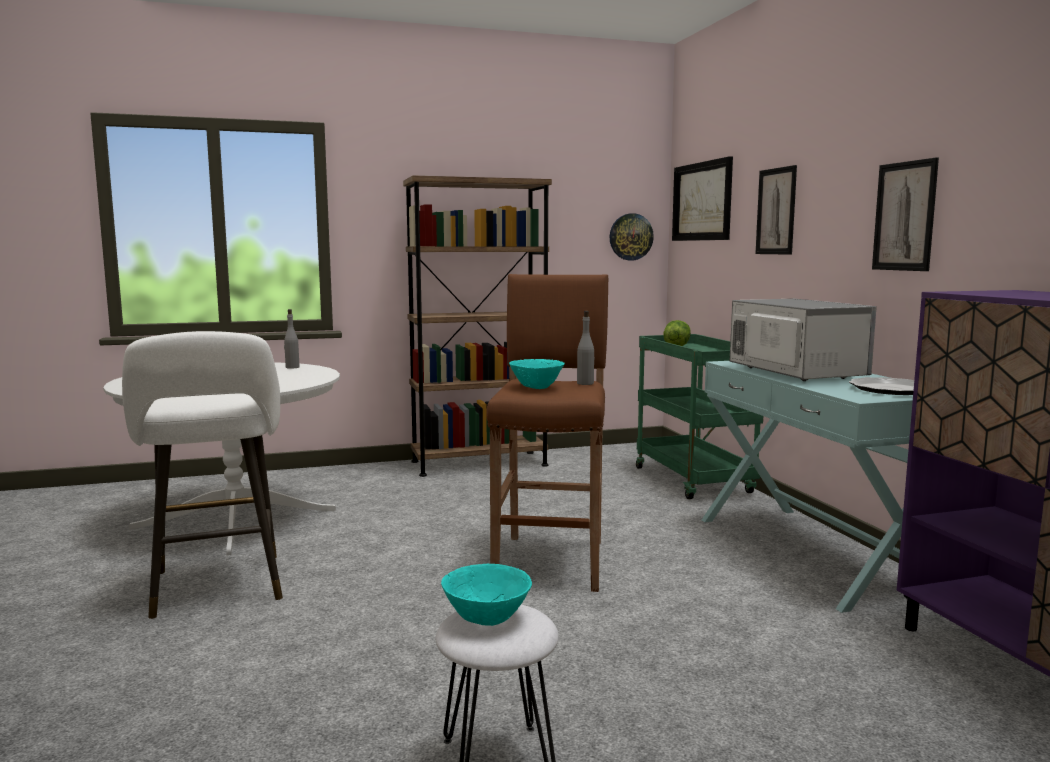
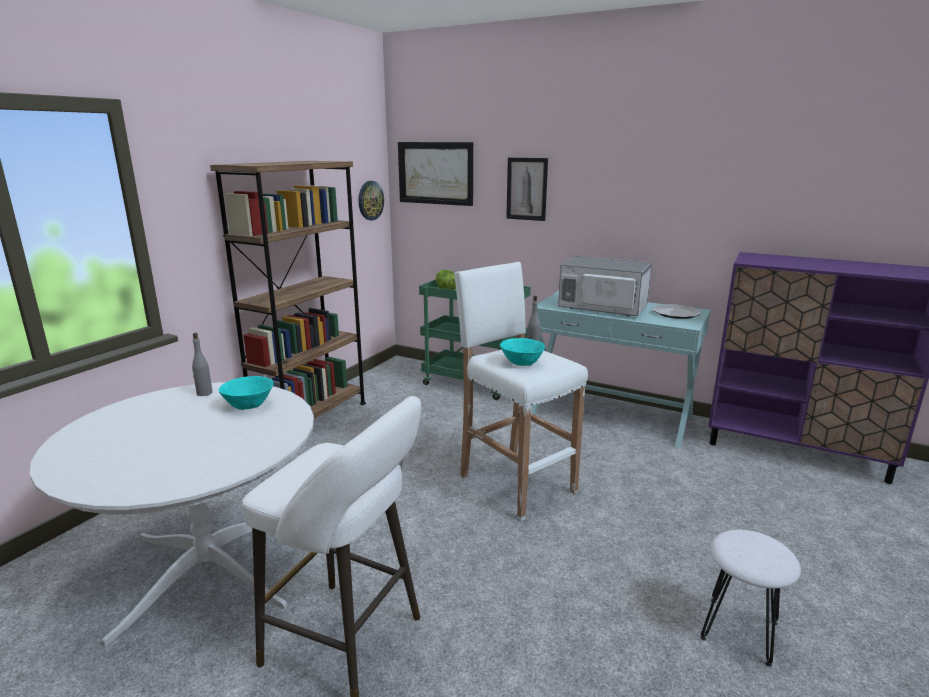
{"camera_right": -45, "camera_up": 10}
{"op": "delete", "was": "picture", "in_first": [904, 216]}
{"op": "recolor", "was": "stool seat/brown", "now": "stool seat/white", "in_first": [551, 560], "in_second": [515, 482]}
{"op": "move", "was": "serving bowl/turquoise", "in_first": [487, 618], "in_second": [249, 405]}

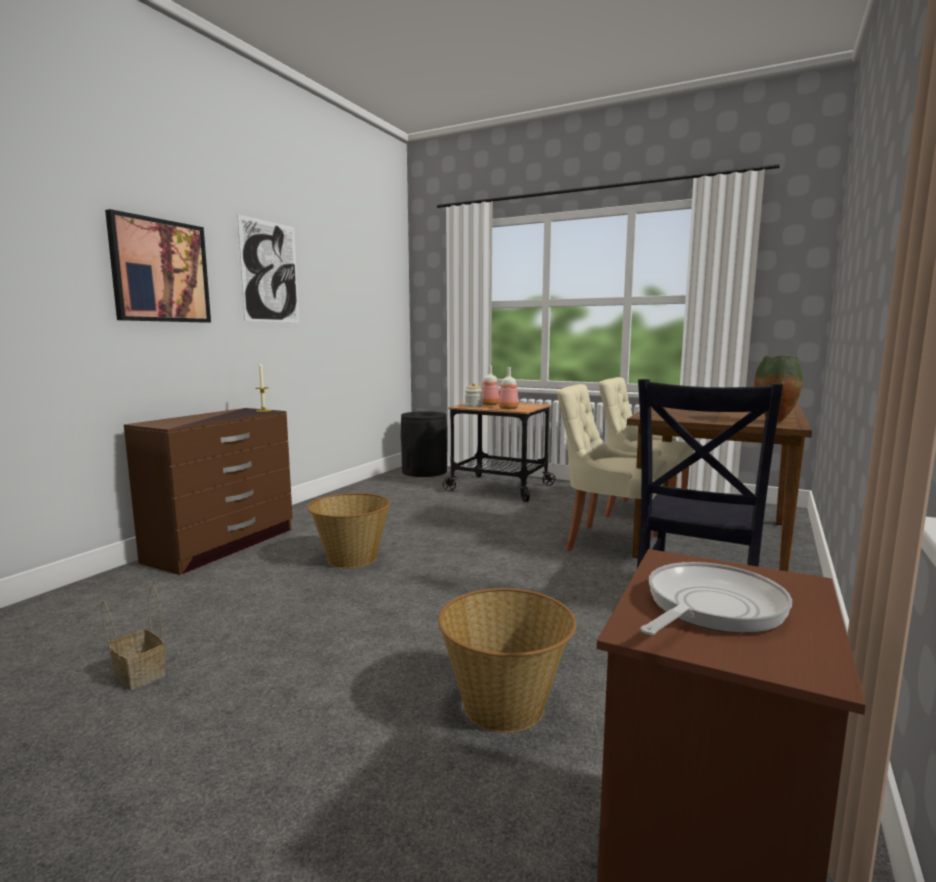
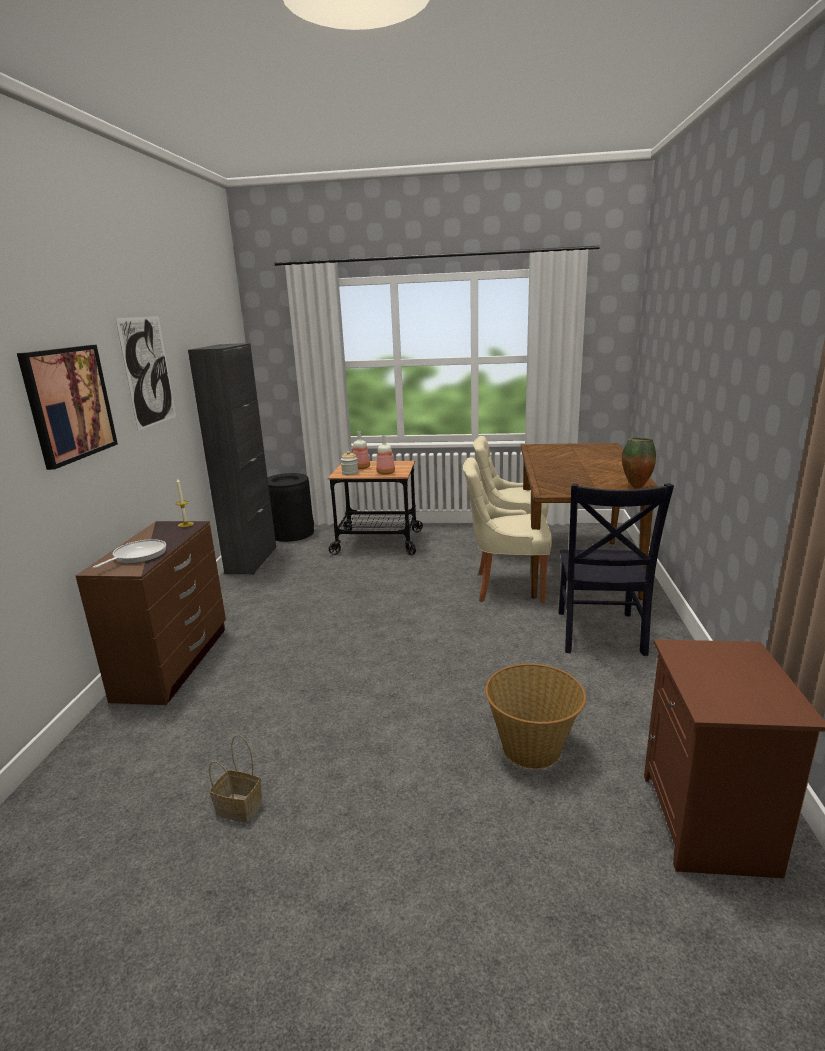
{"camera_right": -20, "camera_up": 10}
{"op": "delete", "was": "storage basket", "in_first": [351, 558]}
{"op": "move", "was": "skillet", "in_first": [710, 607], "in_second": [137, 556]}
{"op": "insert", "now": "cabinet/blackish", "in_second": [251, 560]}

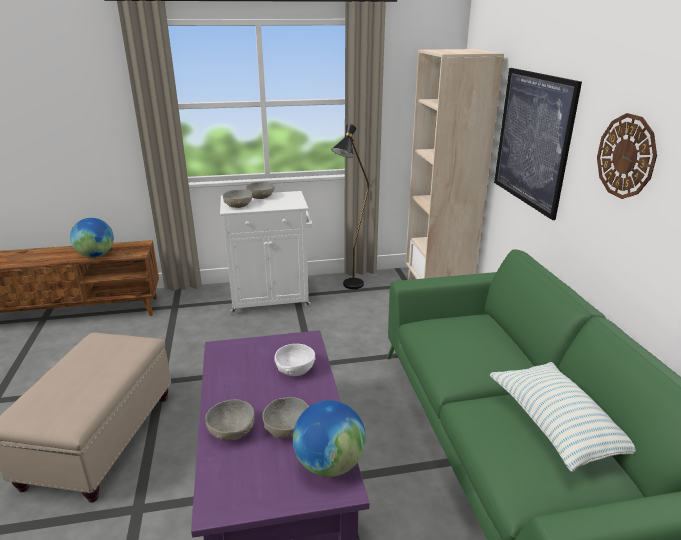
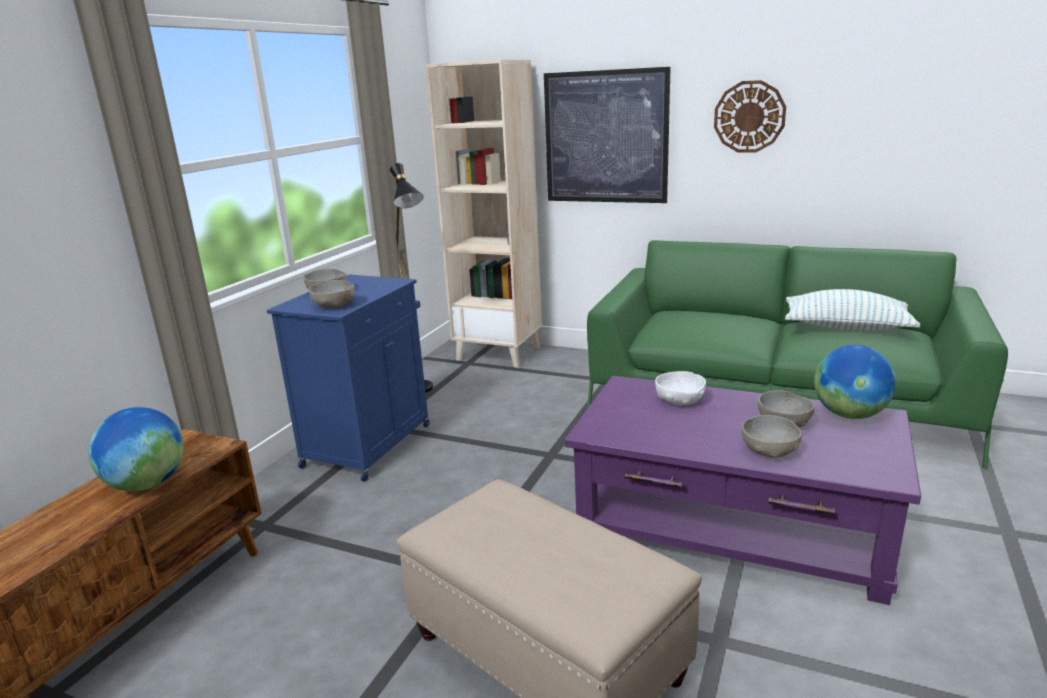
{"camera_right": -55, "camera_up": -5}
{"op": "recolor", "was": "cabinet/white", "now": "cabinet/bluish", "in_first": [271, 299], "in_second": [369, 444]}

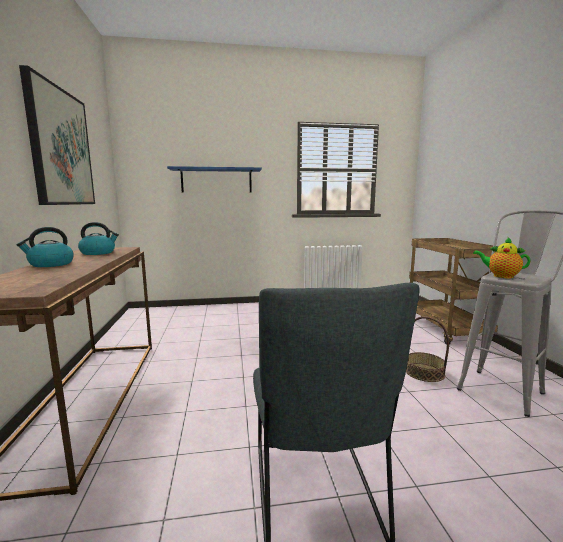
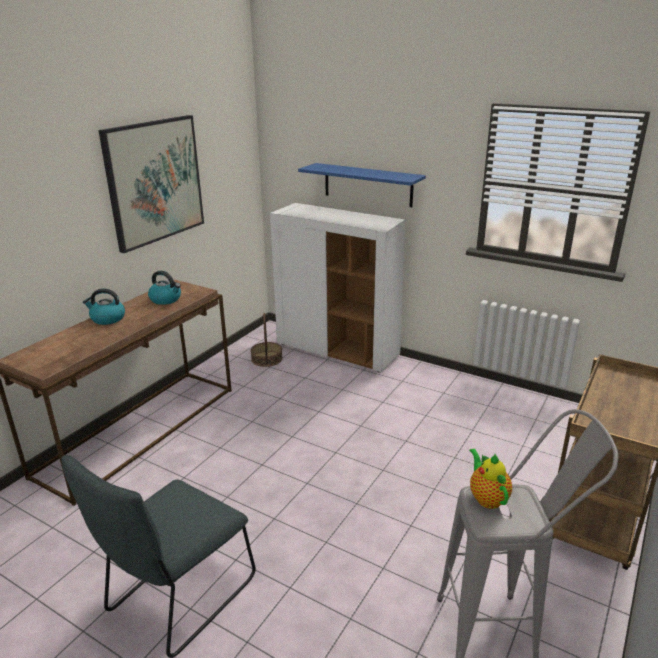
{"camera_right": 40, "camera_up": 15}
{"op": "move", "was": "storage basket", "in_first": [424, 372], "in_second": [267, 359]}
{"op": "insert", "now": "cabinet/white", "in_second": [338, 350]}

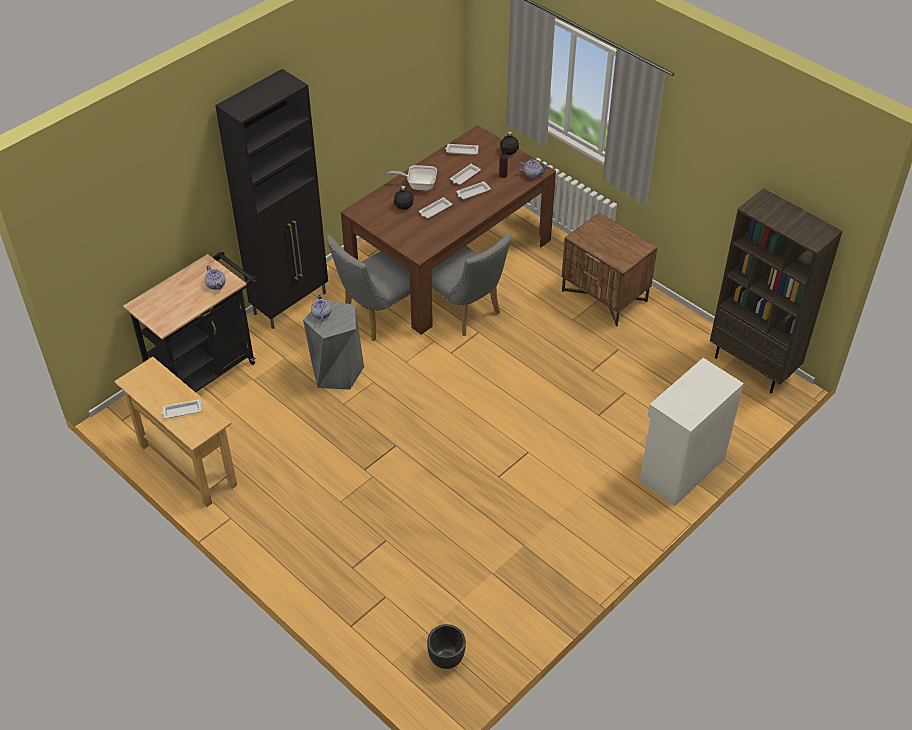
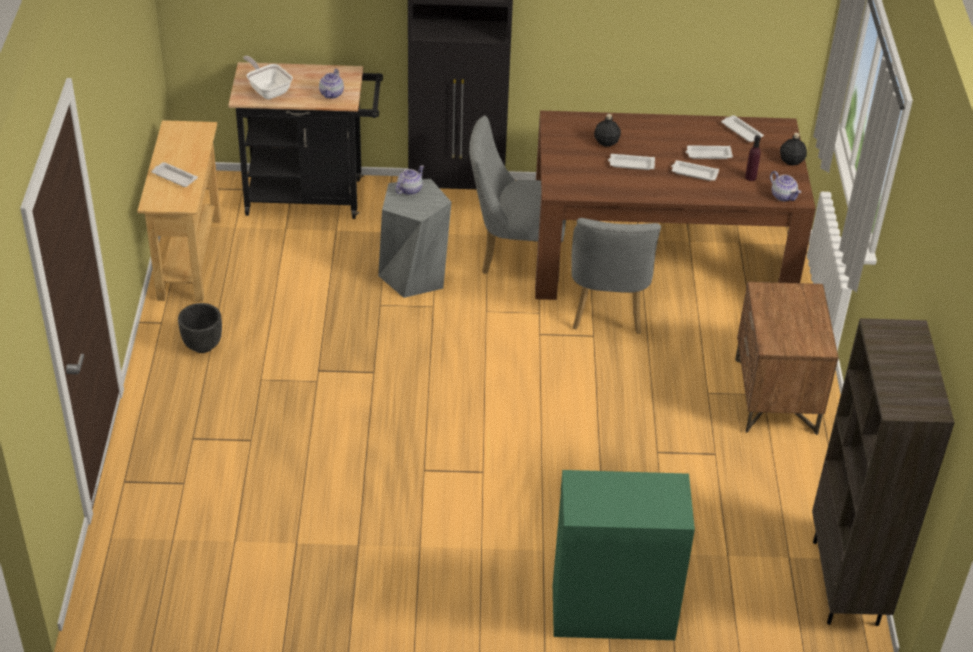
{"camera_right": 45, "camera_up": -5}
{"op": "move", "was": "skillet", "in_first": [418, 185], "in_second": [268, 90]}
{"op": "recolor", "was": "cabinet/white", "now": "cabinet/greenish", "in_first": [680, 469], "in_second": [611, 610]}
{"op": "move", "was": "flower pot/blackish", "in_first": [446, 658], "in_second": [202, 345]}

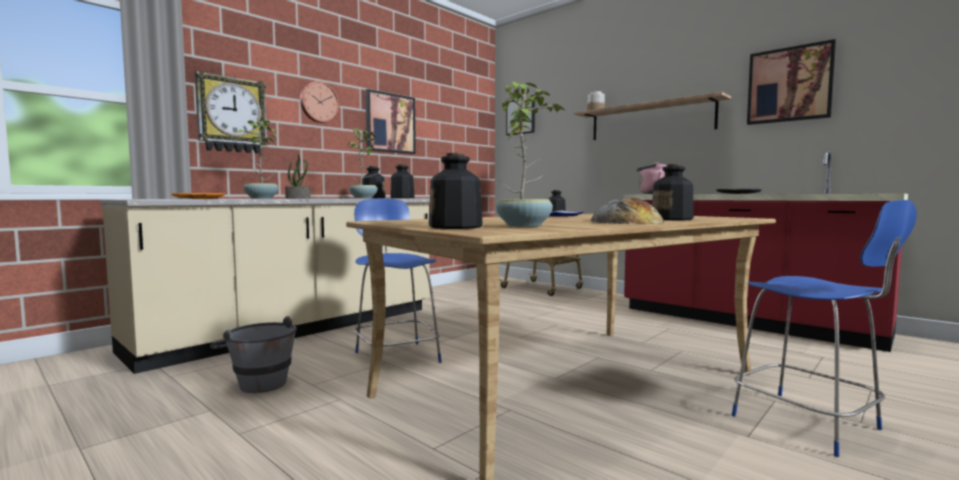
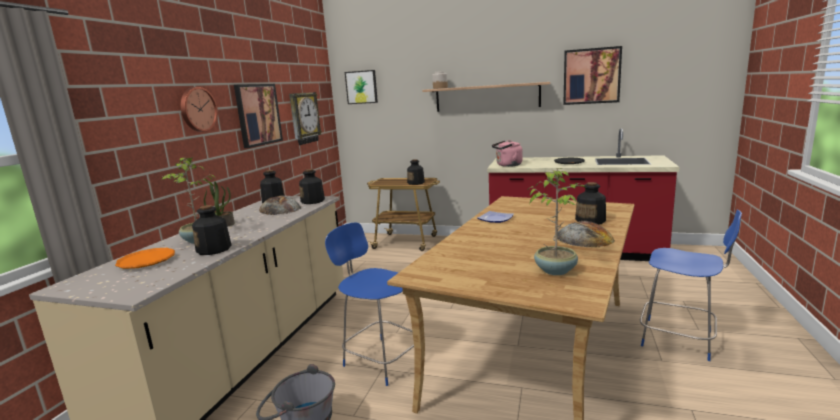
{"camera_right": -25, "camera_up": 10}
{"op": "move", "was": "wall clock", "in_first": [231, 115], "in_second": [304, 118]}
{"op": "replace", "was": "houseplant", "now": "baked bread", "in_first": [364, 198], "in_second": [280, 209]}
{"op": "move", "was": "bottle", "in_first": [456, 227], "in_second": [214, 249]}

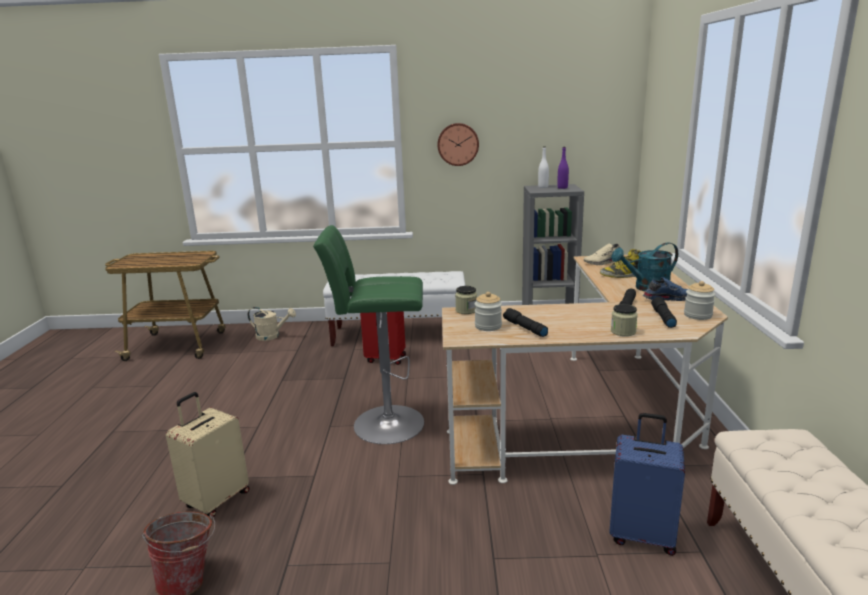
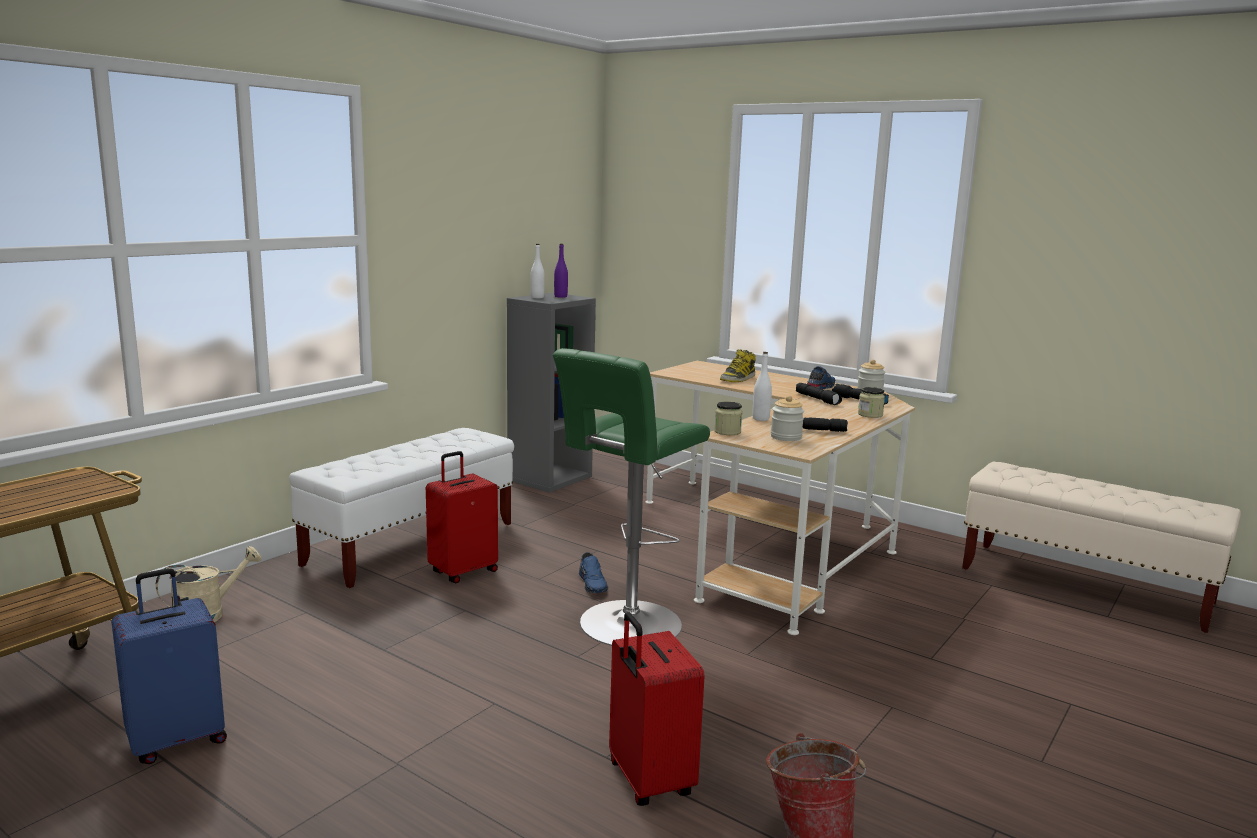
{"camera_right": -55, "camera_up": -5}
{"op": "delete", "was": "wall clock", "in_first": [458, 144]}
{"op": "delete", "was": "sprinkling can/turquoise", "in_first": [646, 288]}
{"op": "delete", "was": "shoe/beige", "in_first": [603, 262]}
{"op": "recolor", "was": "suitcase/beige", "now": "suitcase/red", "in_first": [216, 500], "in_second": [648, 781]}
{"op": "move", "was": "suitcase/bluish", "in_first": [642, 535], "in_second": [177, 740]}
{"op": "insert", "now": "bottle/white", "in_second": [760, 419]}
{"op": "insert", "now": "shoe/bluish", "in_second": [593, 584]}

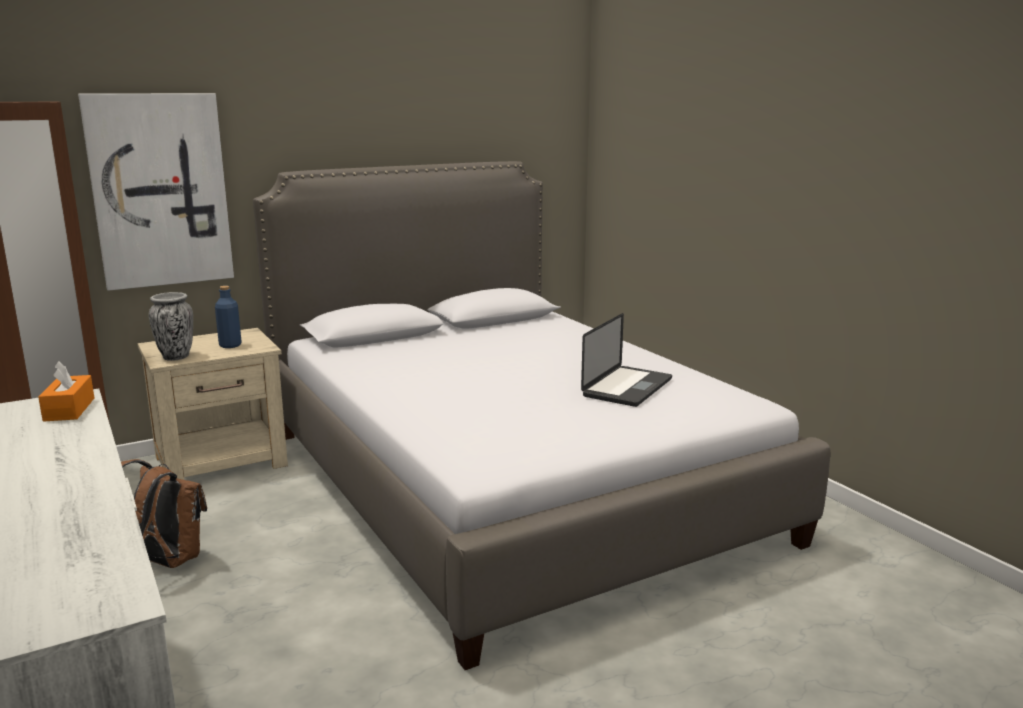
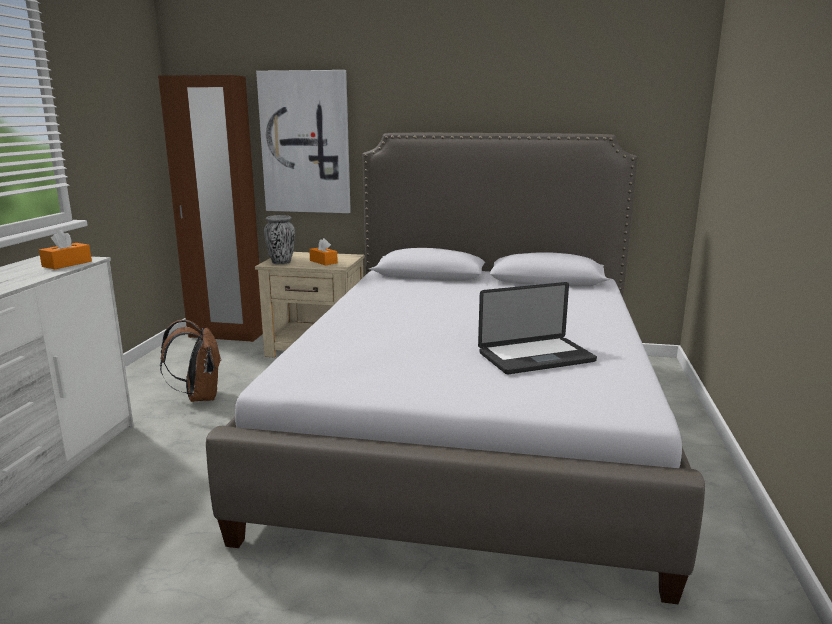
{"camera_right": 40, "camera_up": 0}
{"op": "replace", "was": "bottle/bluish", "now": "box of tissues/orange", "in_first": [230, 345], "in_second": [323, 262]}

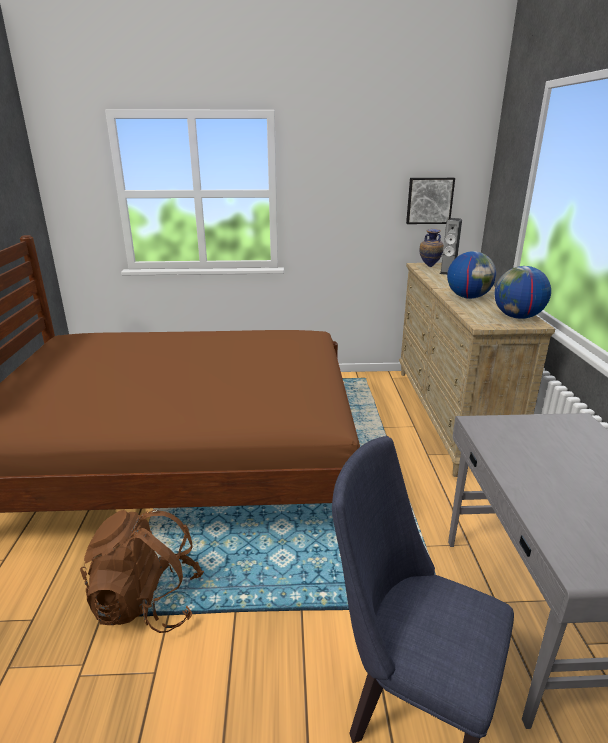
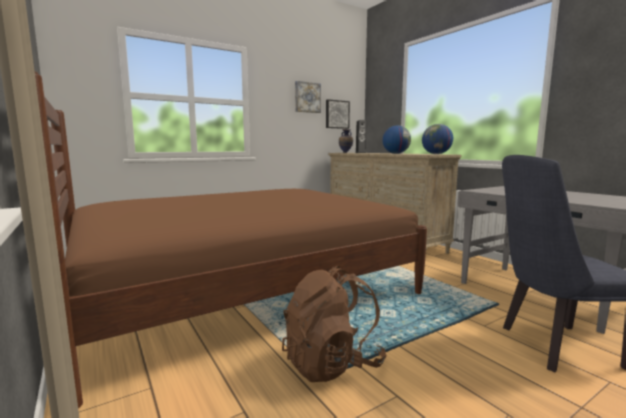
{"camera_right": -30, "camera_up": -15}
{"op": "insert", "now": "picture", "in_second": [307, 97]}

